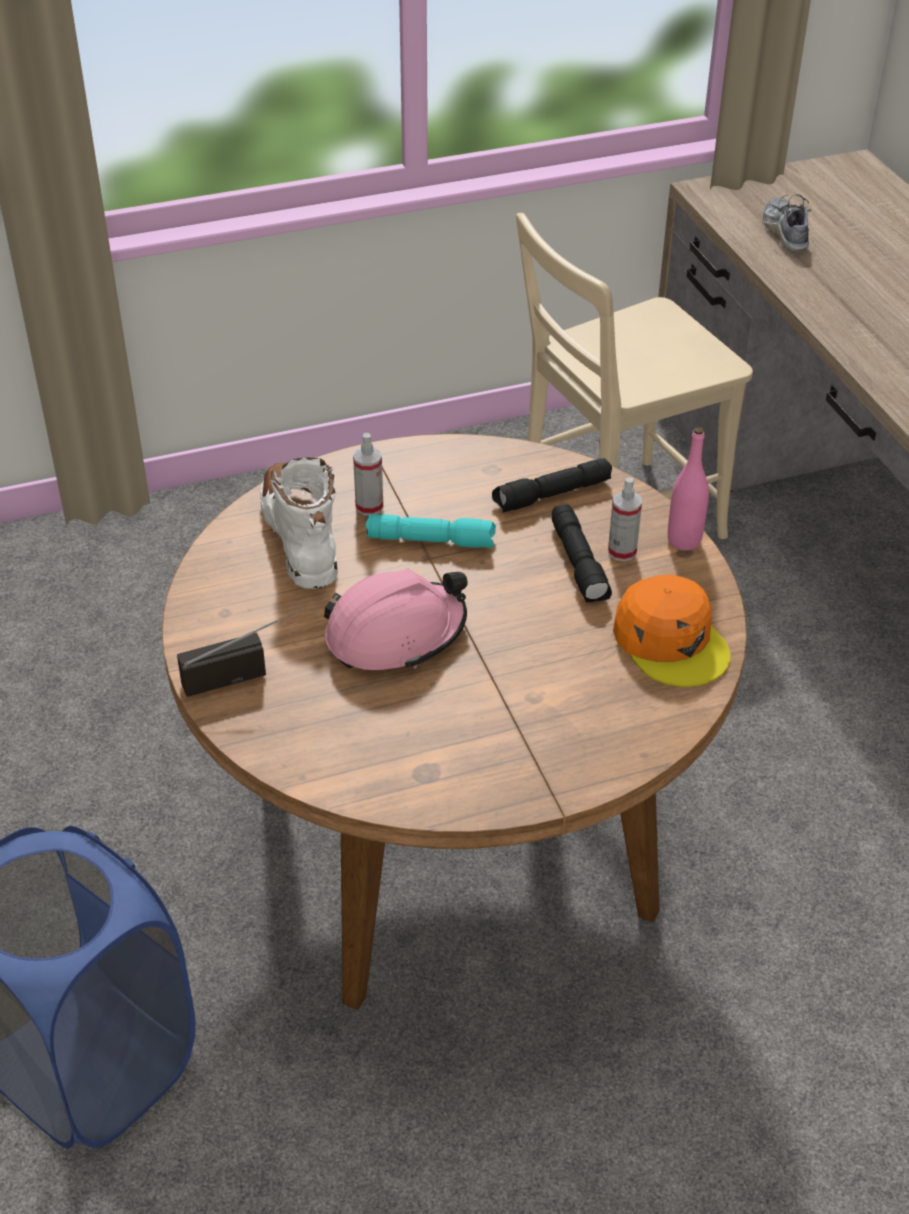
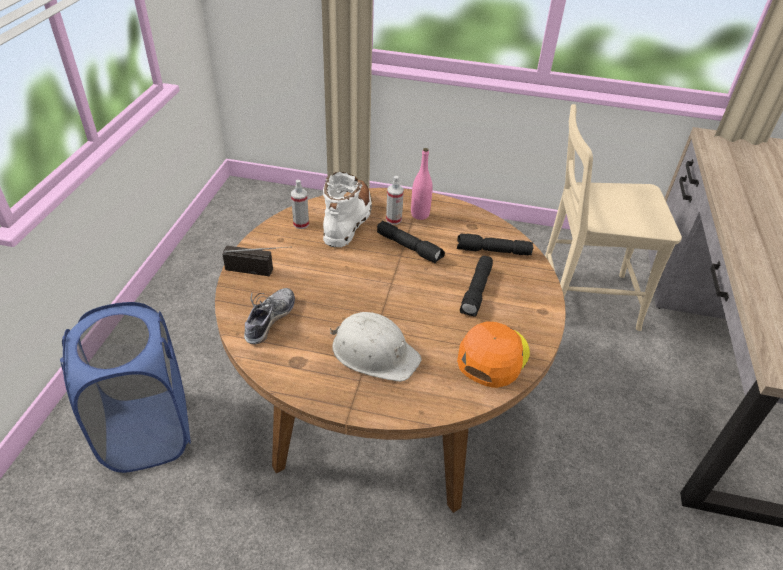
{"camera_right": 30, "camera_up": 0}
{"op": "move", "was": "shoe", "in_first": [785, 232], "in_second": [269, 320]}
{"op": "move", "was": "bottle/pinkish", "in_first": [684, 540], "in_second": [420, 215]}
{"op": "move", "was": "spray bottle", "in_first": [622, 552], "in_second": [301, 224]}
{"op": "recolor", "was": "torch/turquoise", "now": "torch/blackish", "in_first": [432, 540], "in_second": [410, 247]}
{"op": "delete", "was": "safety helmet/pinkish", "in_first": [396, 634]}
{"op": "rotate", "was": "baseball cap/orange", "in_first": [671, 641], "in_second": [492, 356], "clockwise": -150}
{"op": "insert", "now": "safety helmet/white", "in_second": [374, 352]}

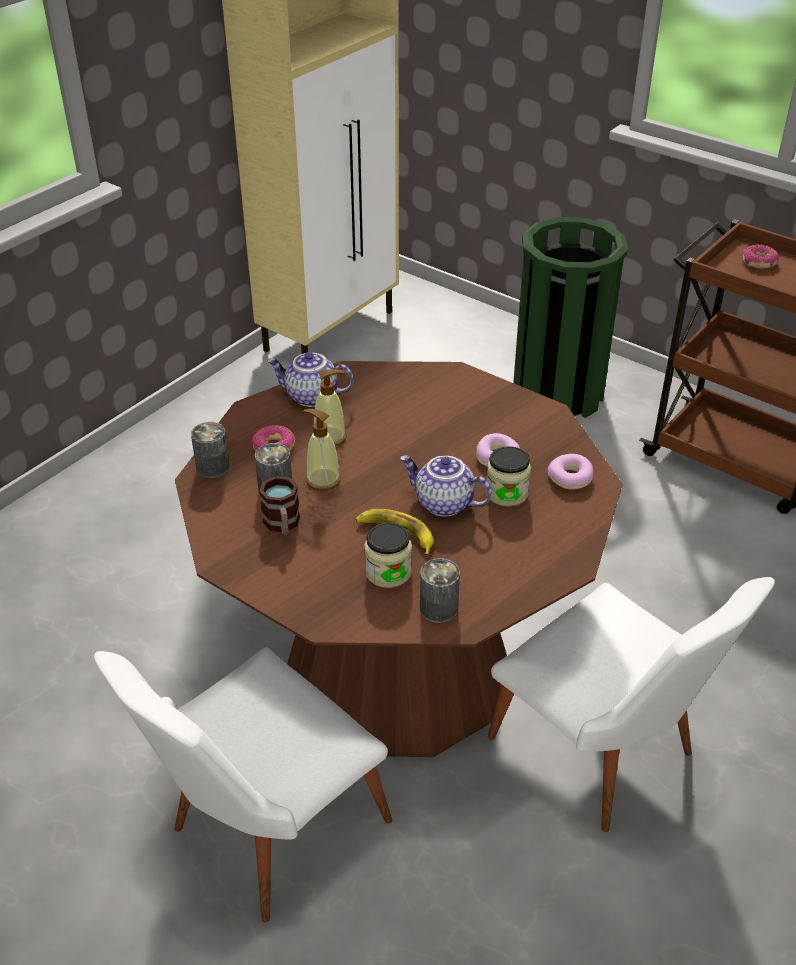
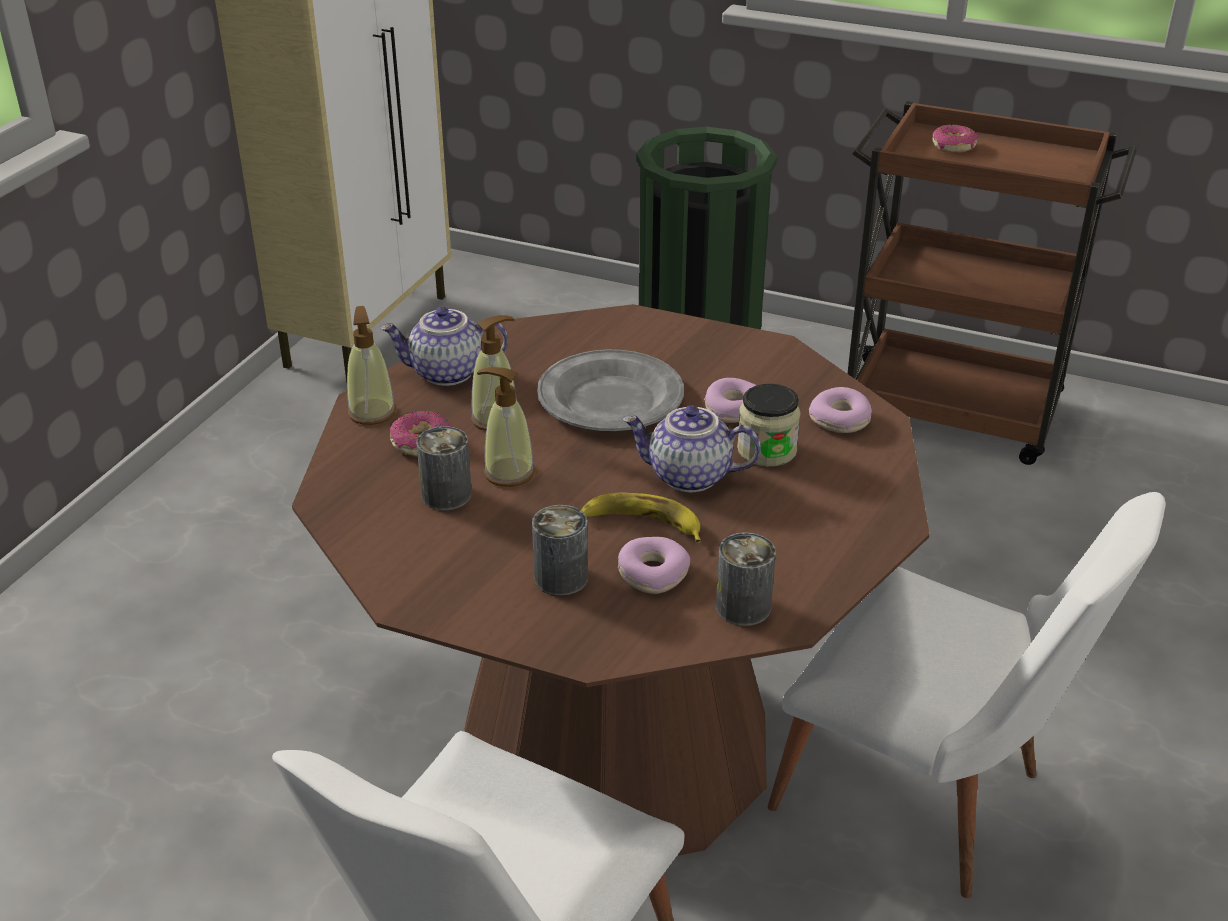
{"camera_right": -15, "camera_up": -5}
{"op": "move", "was": "sealed can", "in_first": [213, 467], "in_second": [561, 578]}
{"op": "delete", "was": "coffee mug", "in_first": [282, 525]}
{"op": "replace", "was": "storage jar", "now": "ring doughnut", "in_first": [388, 572], "in_second": [652, 573]}
{"op": "insert", "now": "liquid soap bottle", "in_second": [372, 412]}
{"op": "insert", "now": "plate/grey", "in_second": [611, 399]}

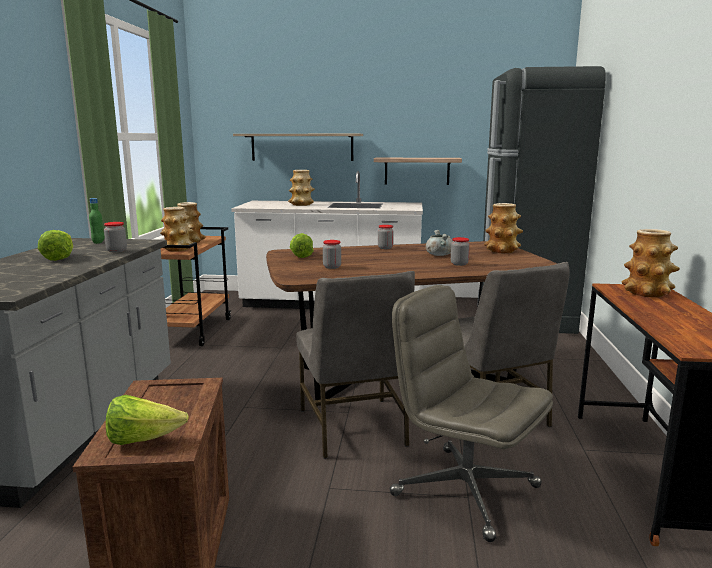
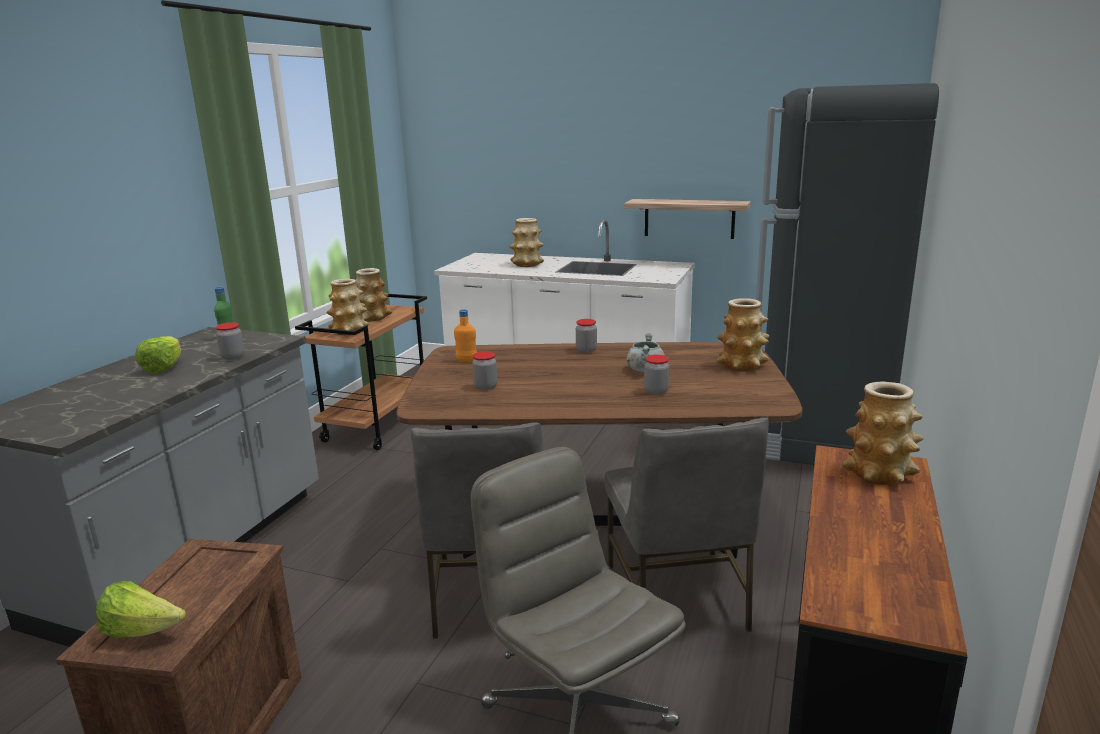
{"camera_right": 15, "camera_up": 5}
{"op": "delete", "was": "bracket shelf", "in_first": [302, 147]}
{"op": "replace", "was": "lettuce head", "now": "bottle/orange", "in_first": [301, 256], "in_second": [466, 361]}

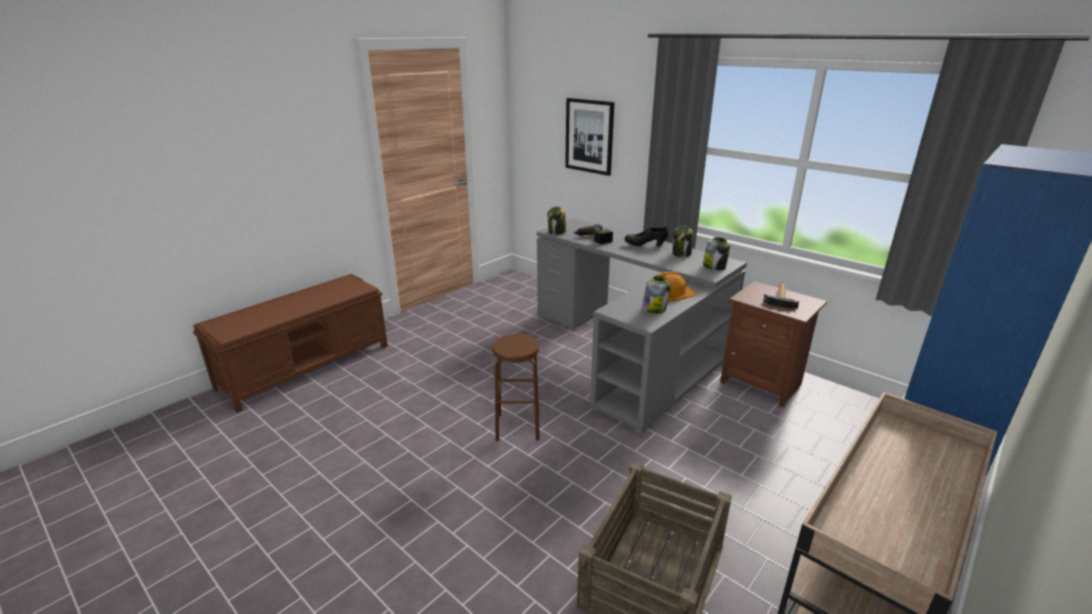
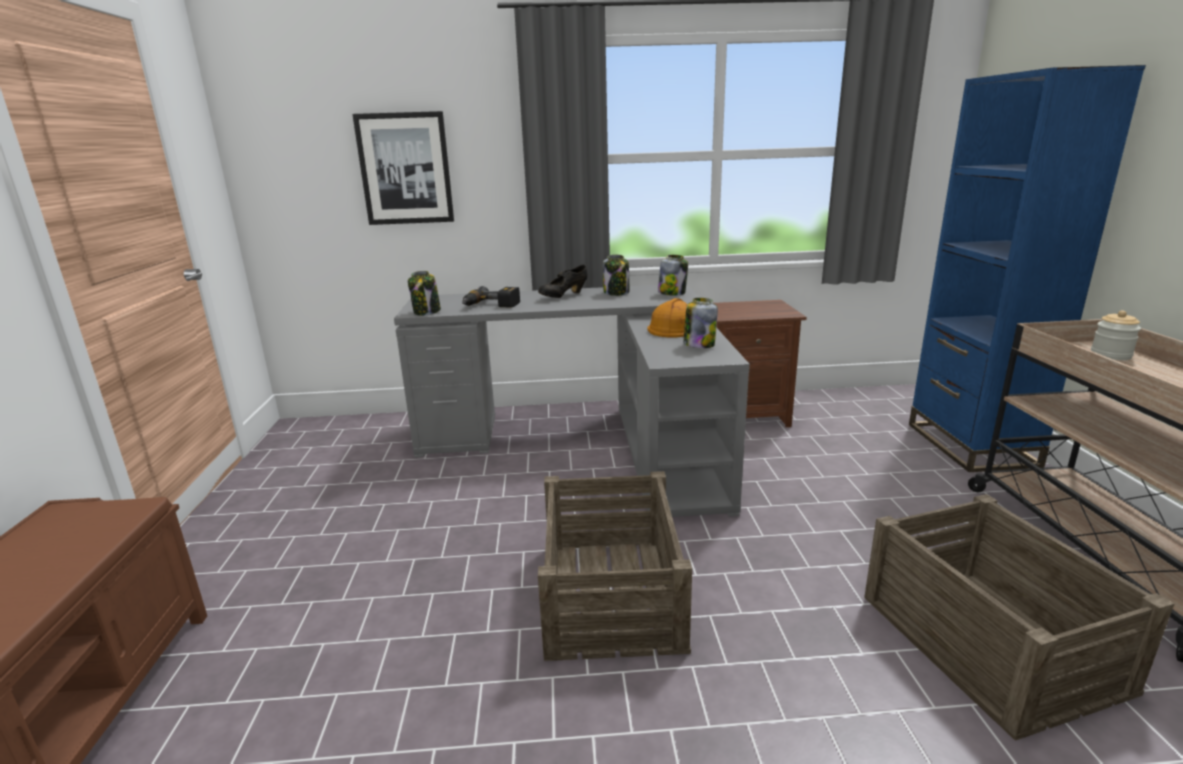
{"camera_right": -45, "camera_up": -5}
{"op": "delete", "was": "hammer", "in_first": [780, 297]}
{"op": "replace", "was": "stool seat/brown", "now": "packing crate", "in_first": [517, 427], "in_second": [609, 594]}
{"op": "insert", "now": "storage jar", "in_second": [1110, 355]}

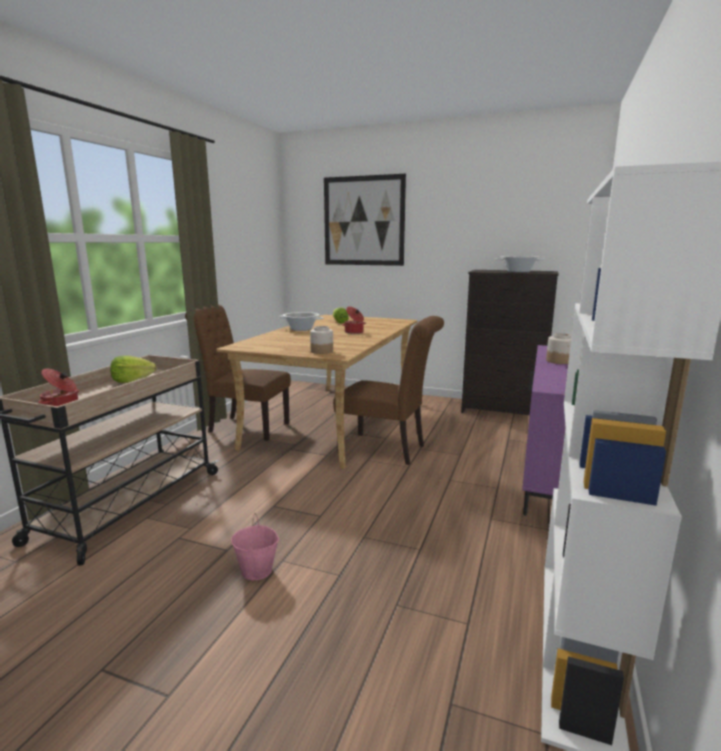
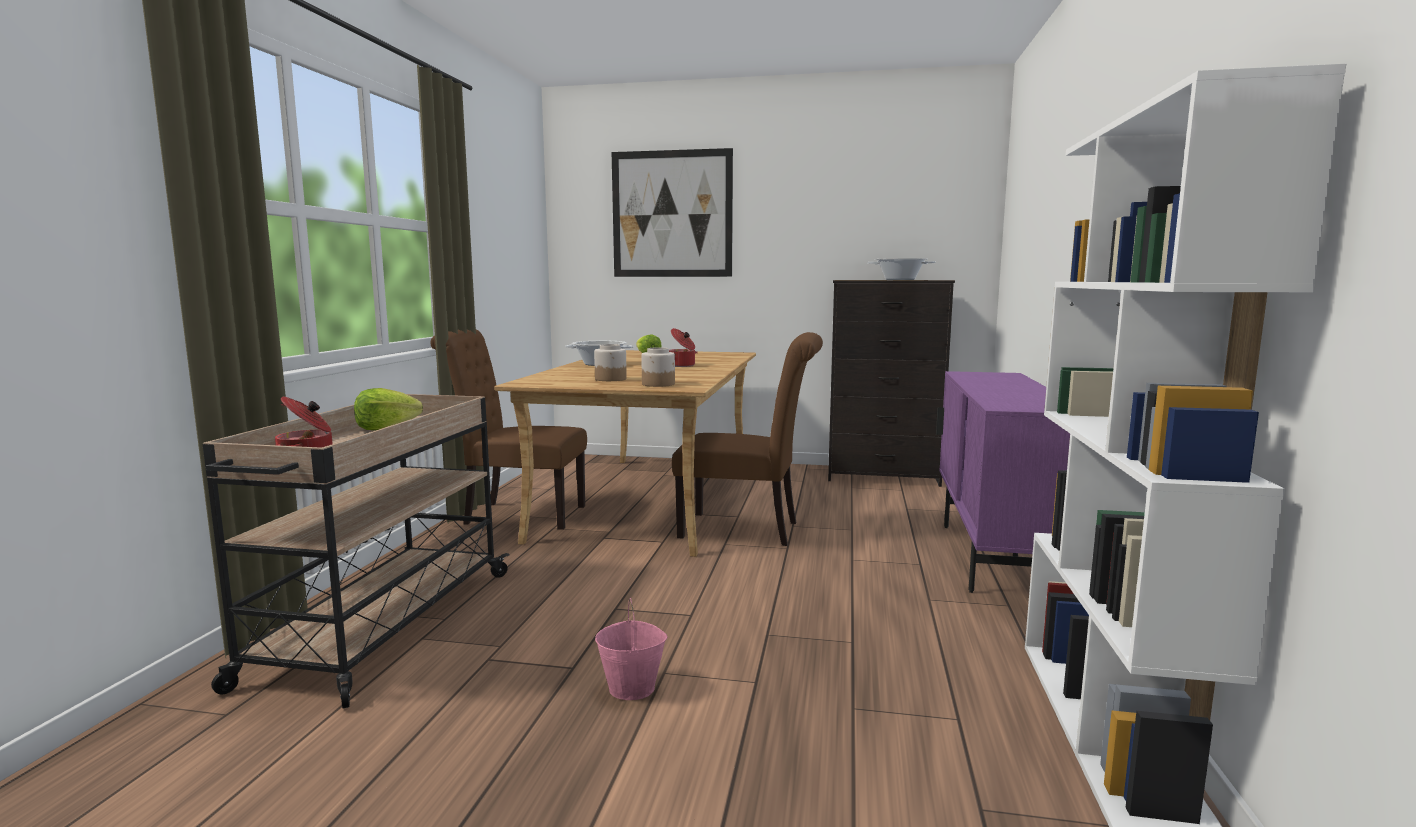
{"camera_right": -10, "camera_up": -5}
{"op": "move", "was": "storage jar", "in_first": [559, 361], "in_second": [611, 379]}

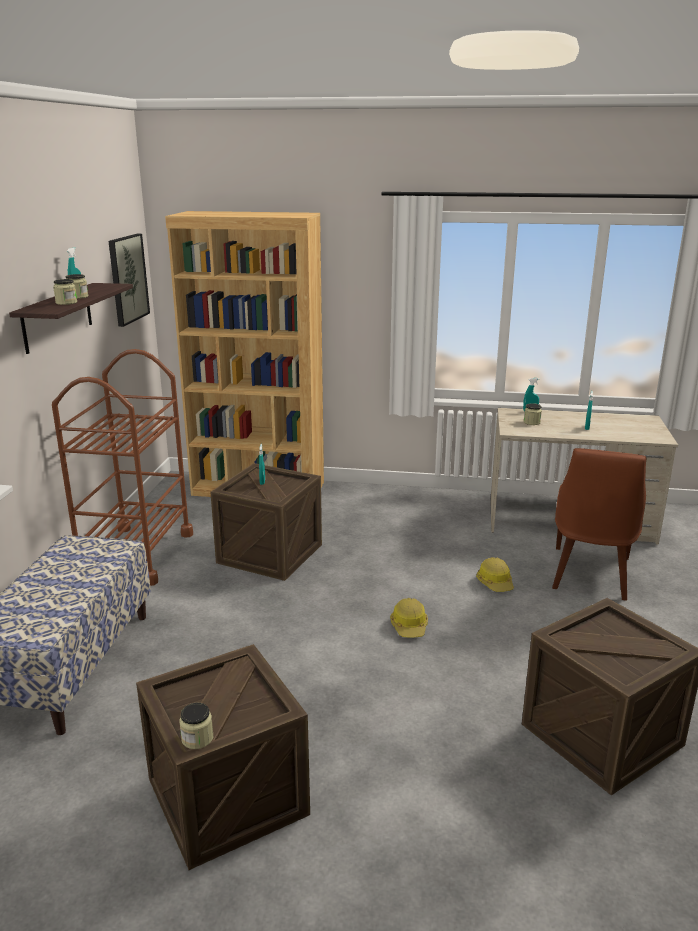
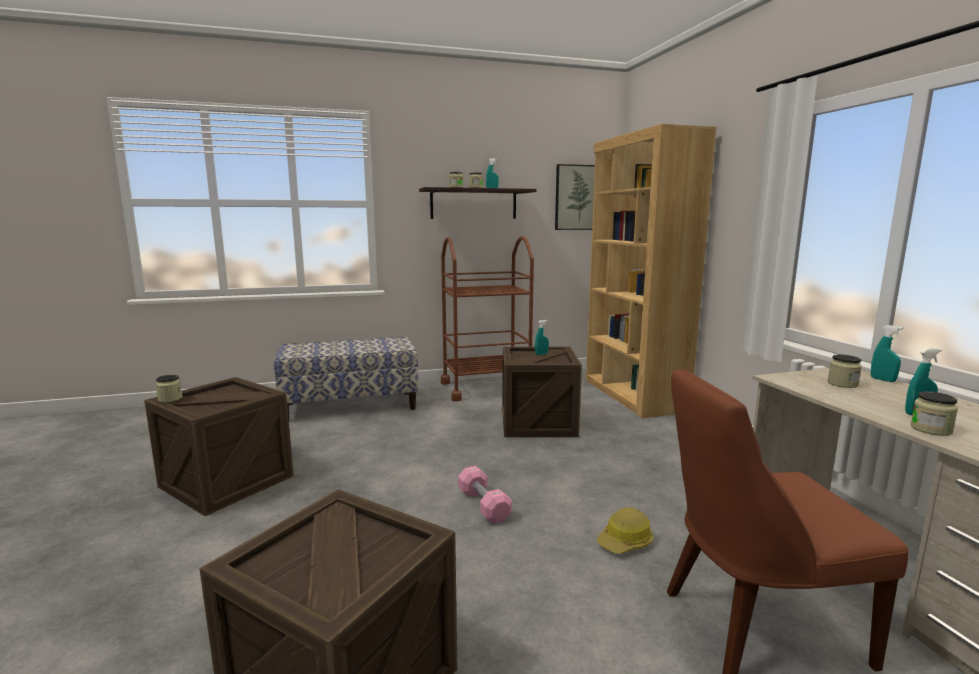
{"camera_right": 65, "camera_up": -10}
{"op": "replace", "was": "safety helmet", "now": "free weight/pinkish", "in_first": [409, 626], "in_second": [483, 505]}
{"op": "insert", "now": "storage jar", "in_second": [931, 429]}

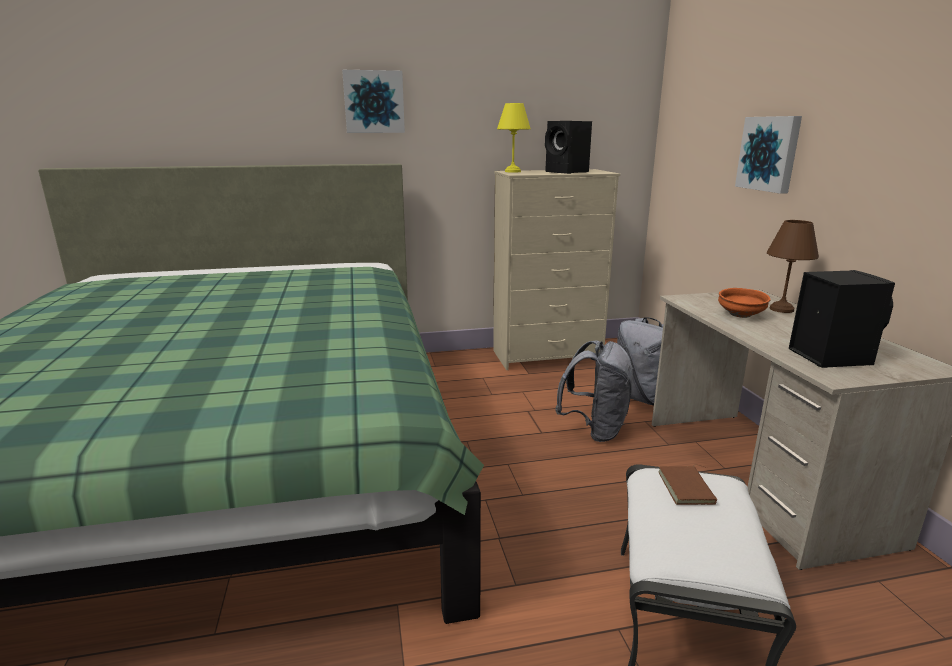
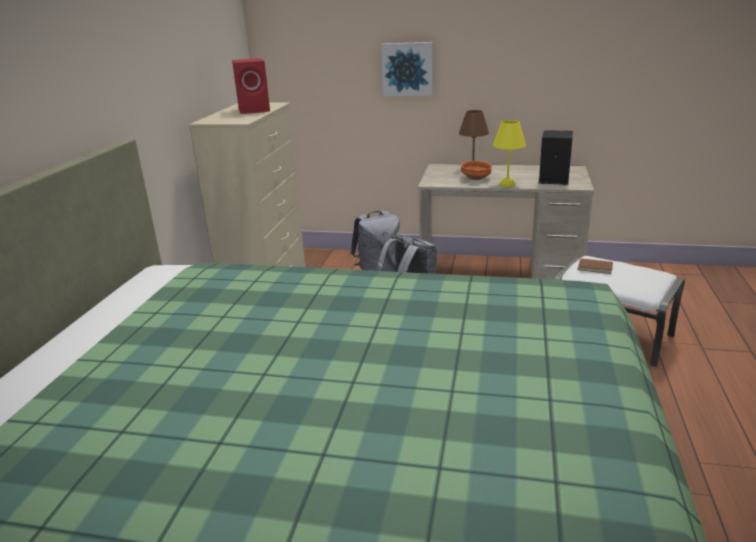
{"camera_right": -65, "camera_up": 5}
{"op": "delete", "was": "picture", "in_first": [374, 102]}
{"op": "move", "was": "tabletop lamp/yellow", "in_first": [512, 171], "in_second": [506, 184]}
{"op": "recolor", "was": "speaker/blackish", "now": "speaker/red", "in_first": [567, 172], "in_second": [255, 110]}

